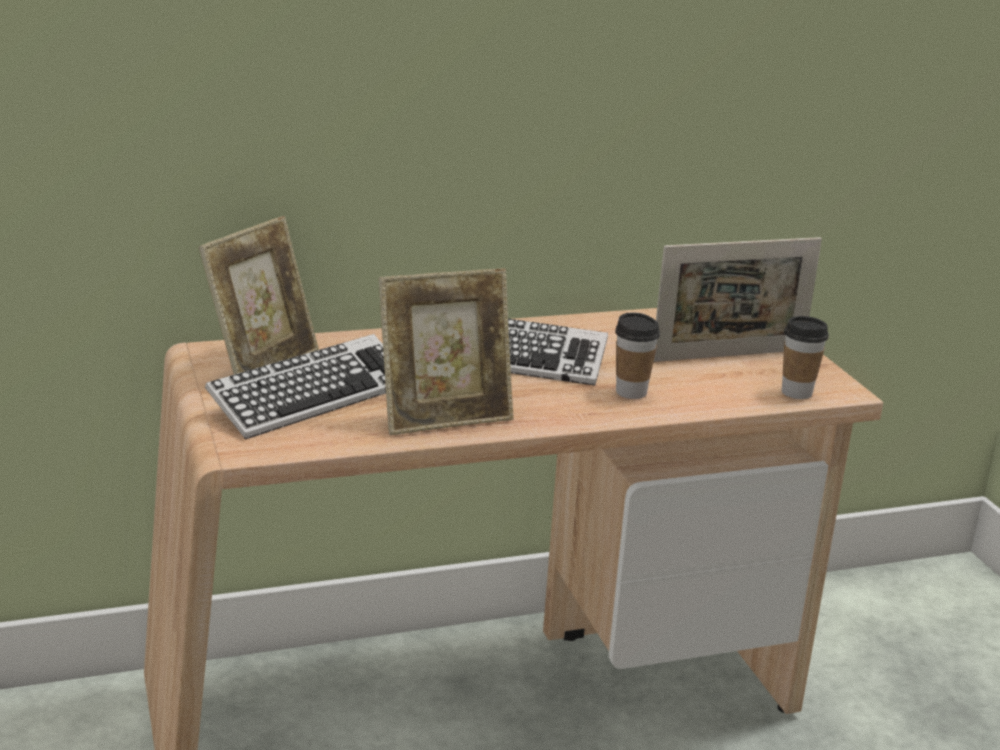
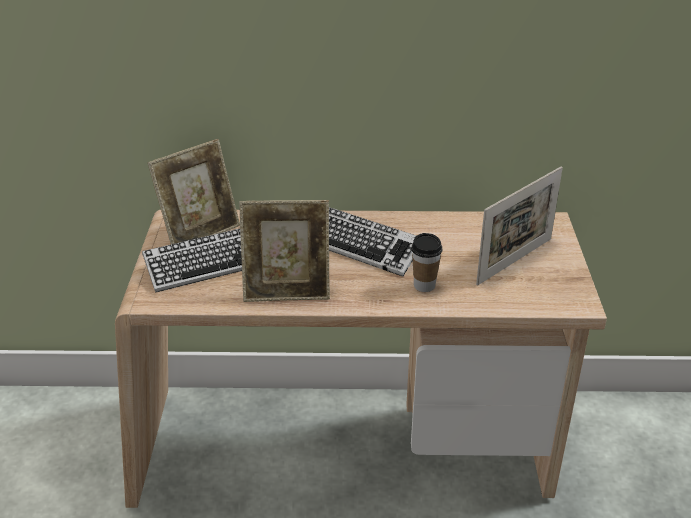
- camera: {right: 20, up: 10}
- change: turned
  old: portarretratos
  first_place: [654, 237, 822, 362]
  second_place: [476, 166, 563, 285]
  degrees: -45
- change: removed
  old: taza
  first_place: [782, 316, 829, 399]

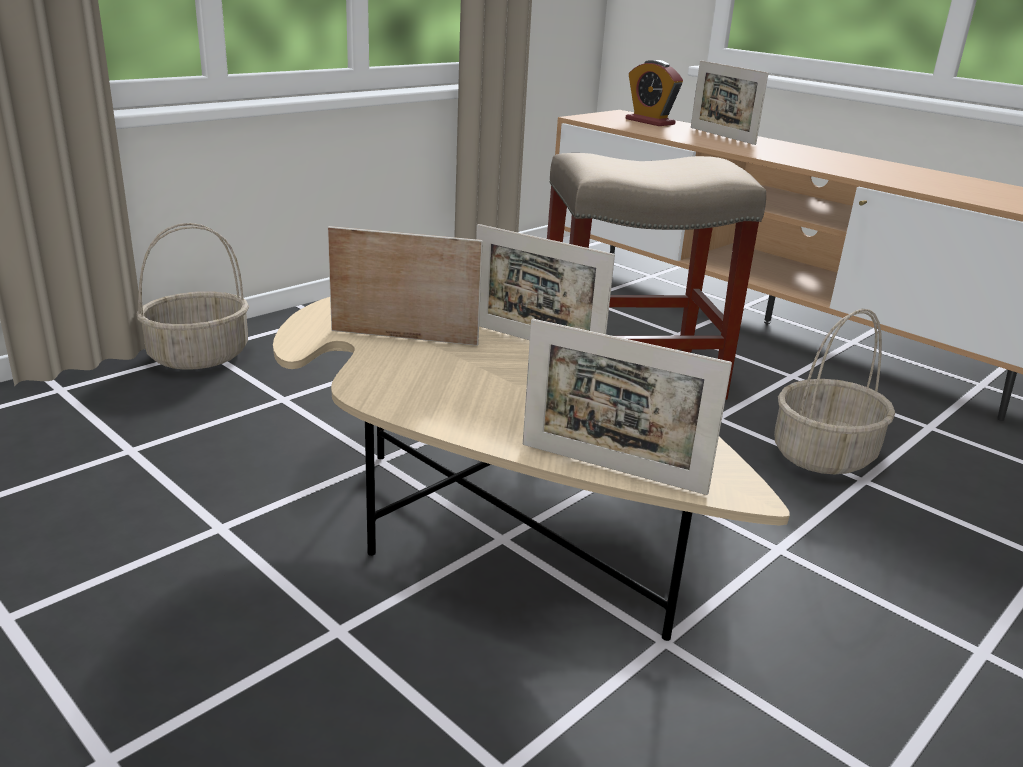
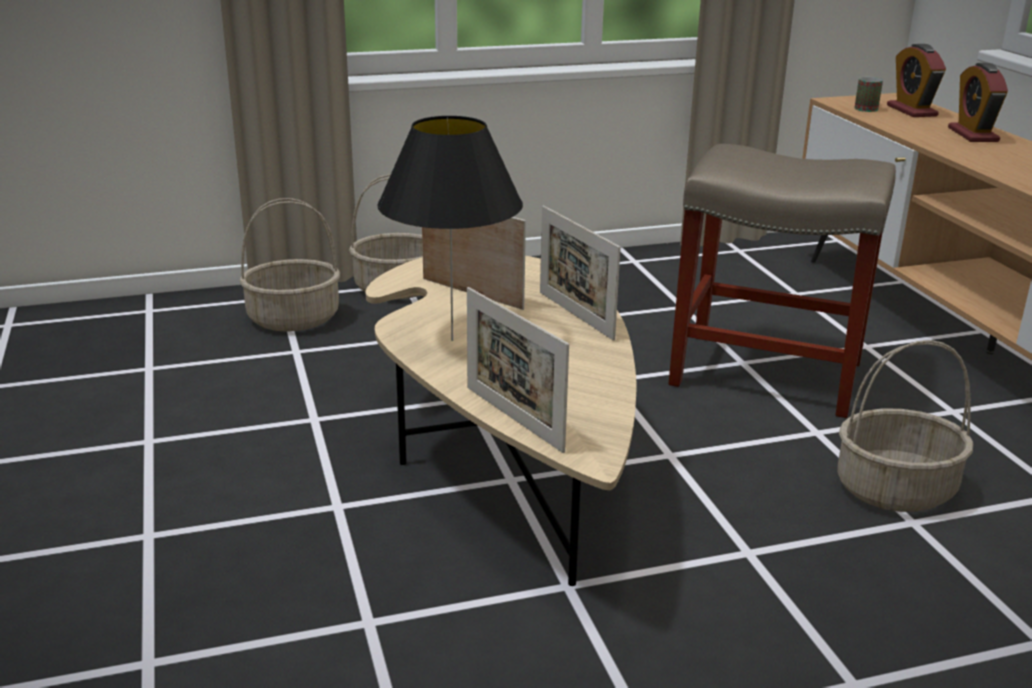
- camera: {right: 30, up: 0}
- change: replaced
  old: portarretratos
  new: despertador
  first_place: [691, 60, 768, 145]
  second_place: [948, 63, 1008, 142]
- change: added
  new: cesta
  second_place: [239, 198, 340, 332]
- change: added
  new: lámpara de mesa (negro)
  second_place: [377, 116, 523, 341]
- change: added
  new: taza grande
  second_place: [854, 77, 883, 112]

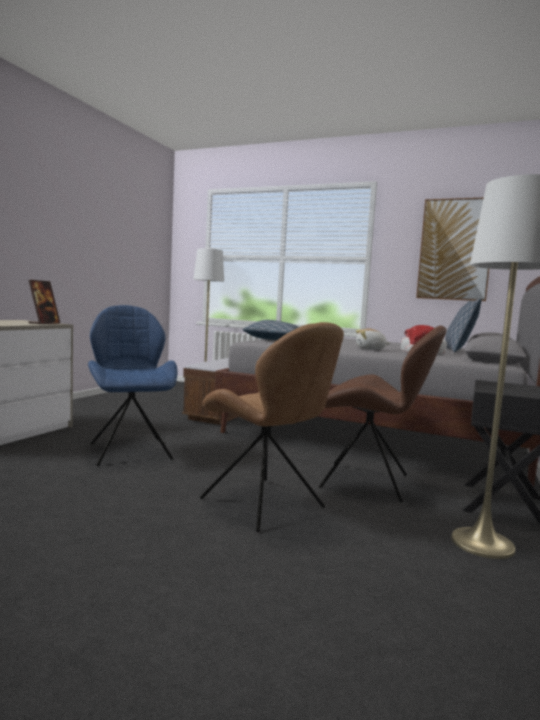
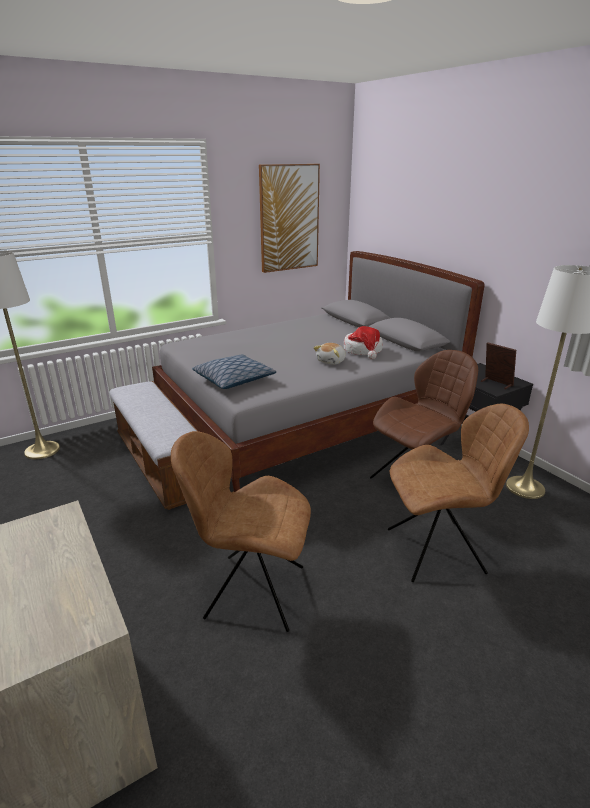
- camera: {right: -55, up: 20}
- change: moved
  old: portarretratos
  first_place: [28, 280, 60, 324]
  second_place: [481, 343, 516, 390]
- change: recoloured
  old: silla (azul)
  new: silla (marrón)
  first_place: [88, 305, 178, 466]
  second_place: [171, 431, 311, 632]
- change: removed
  old: cojín
  first_place: [445, 299, 482, 352]

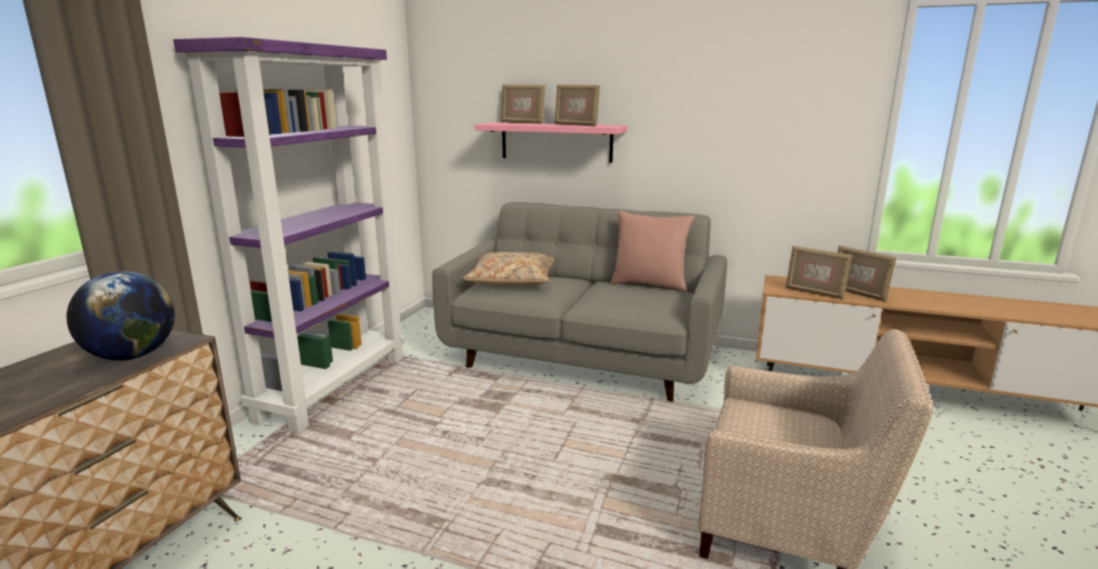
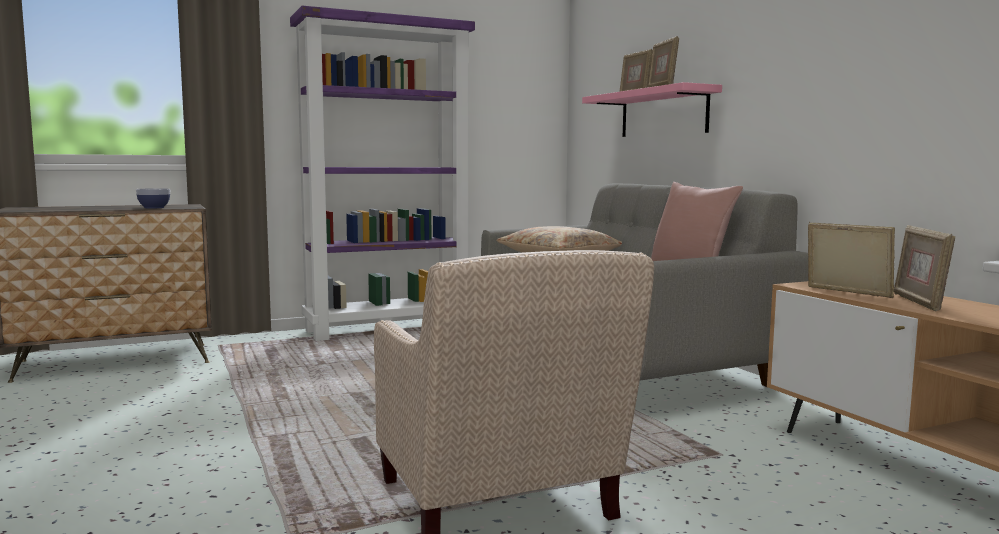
- camera: {right: 45, up: -10}
- change: replaced
  old: globo terráqueo
  new: cuenco
  first_place: [67, 271, 175, 361]
  second_place: [136, 188, 170, 208]
- change: turned
  old: portarretratos
  first_place: [786, 246, 852, 299]
  second_place: [808, 222, 895, 299]
  degrees: 150

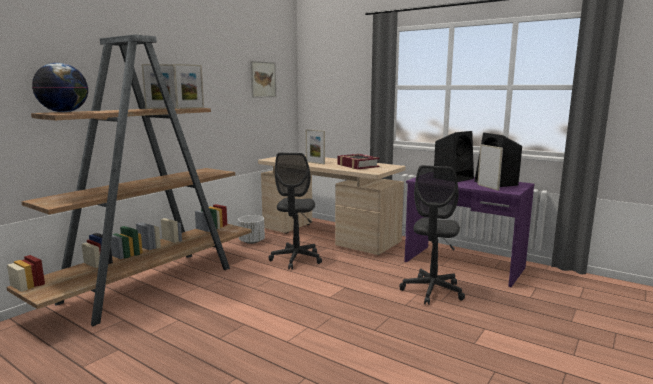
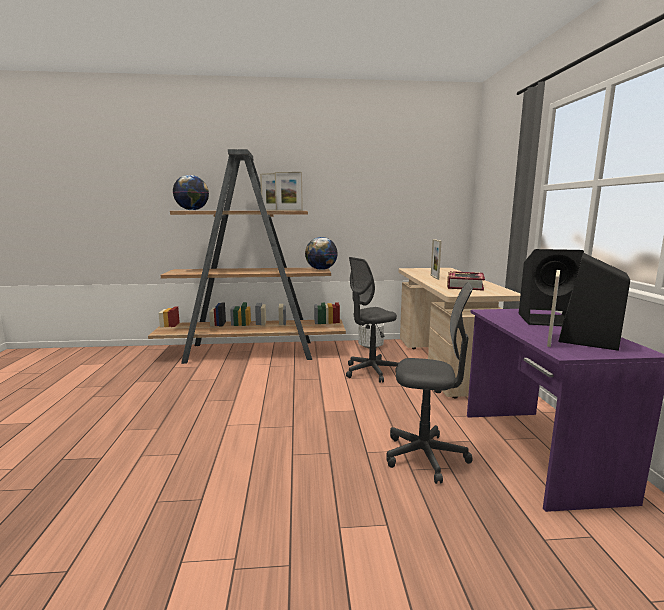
- camera: {right: 50, up: 0}
- change: removed
  old: cuadro
  first_place: [250, 61, 276, 98]
- change: turned
  old: silla de oficina (gris)
  first_place: [399, 165, 465, 305]
  second_place: [387, 282, 473, 484]
  degrees: -150
- change: added
  new: globo terráqueo
  second_place: [305, 237, 338, 270]

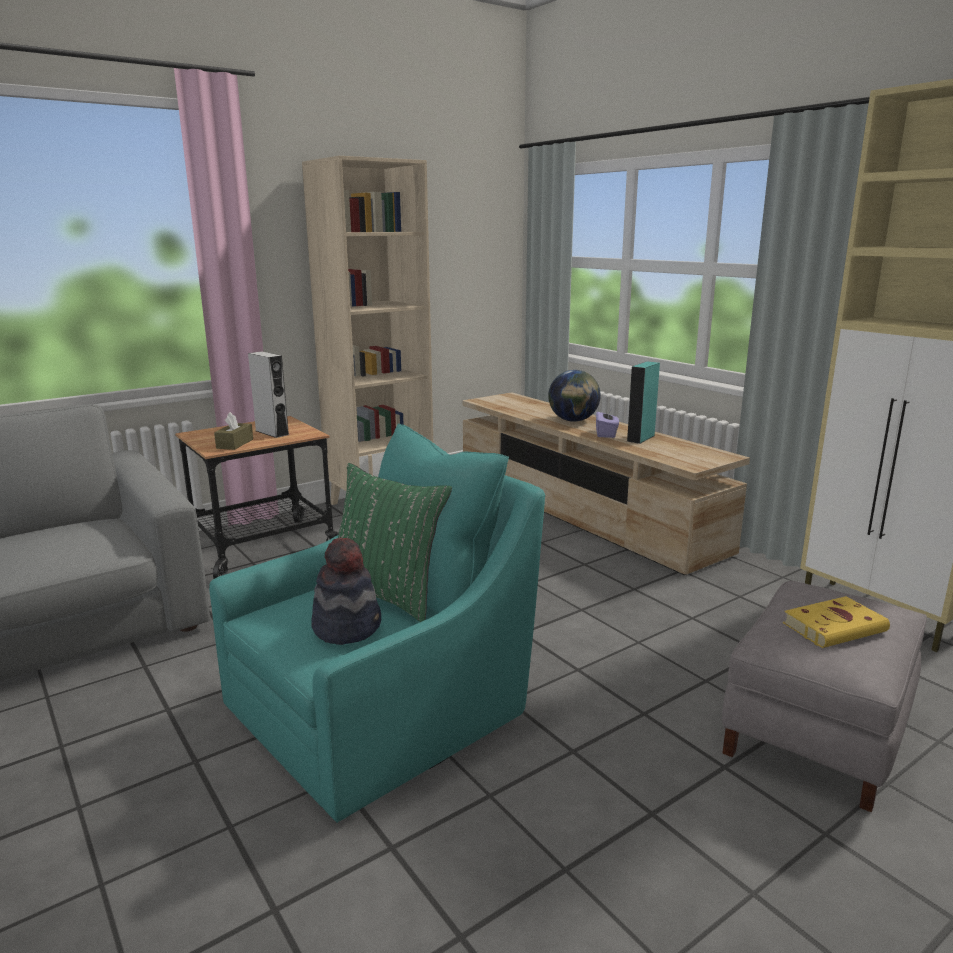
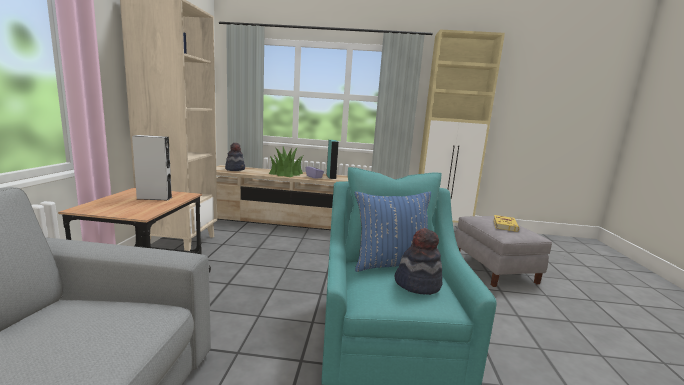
- camera: {right: -50, up: -5}
- change: removed
  old: caja de pañuelos (marrón)
  first_place: [214, 412, 253, 450]
- change: recoloured
  old: cojín (verde)
  new: cojín (azul)
  first_place: [338, 463, 452, 622]
  second_place: [355, 191, 431, 272]
- change: replaced
  old: globo terráqueo
  new: planta en maceta
  first_place: [548, 370, 601, 422]
  second_place: [269, 147, 303, 177]
- change: added
  new: sombrero
  second_place: [225, 143, 245, 171]

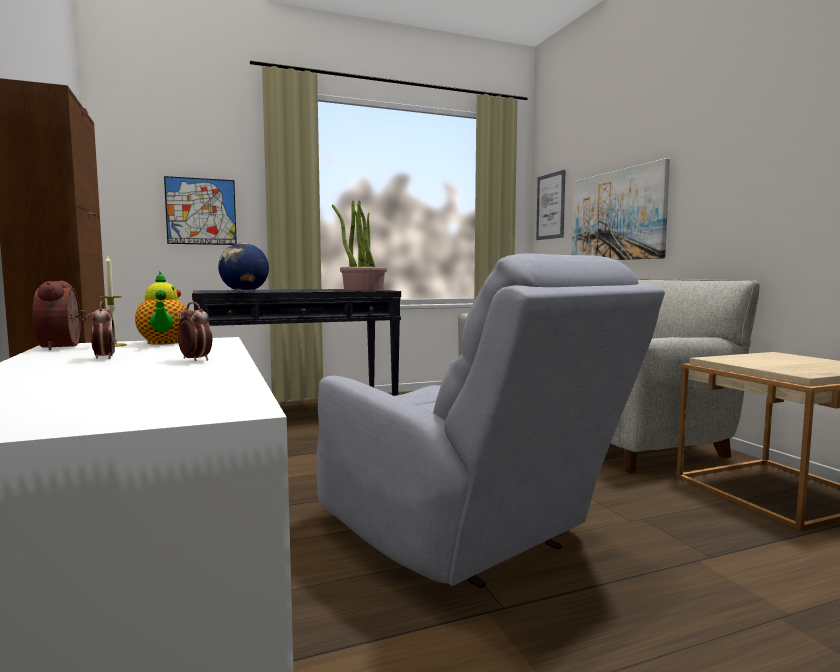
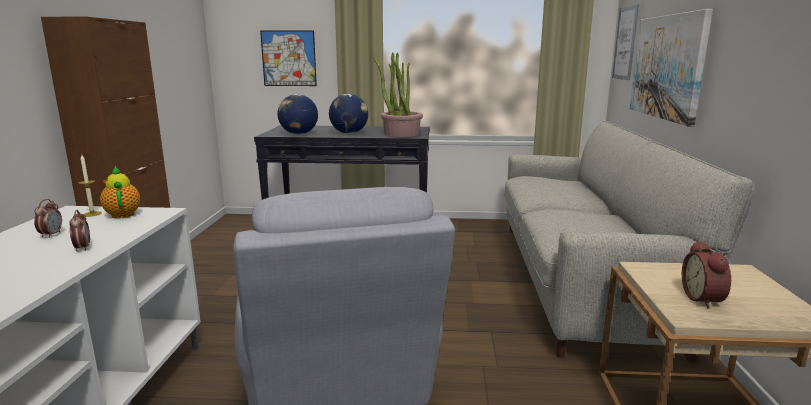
- camera: {right: 25, up: 10}
- change: moved
  old: despertador
  first_place: [33, 281, 87, 350]
  second_place: [682, 240, 731, 308]
- change: turned
  old: tetera
  first_place: [135, 272, 187, 345]
  second_place: [100, 166, 140, 218]
  degrees: 150
- change: added
  new: globo terráqueo
  second_place: [329, 94, 368, 134]

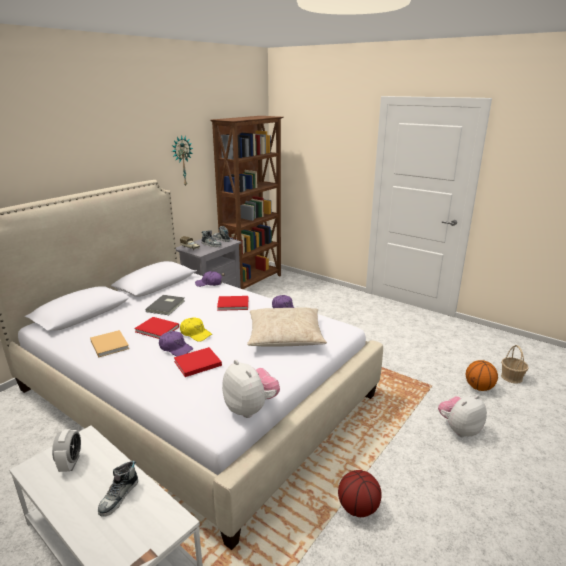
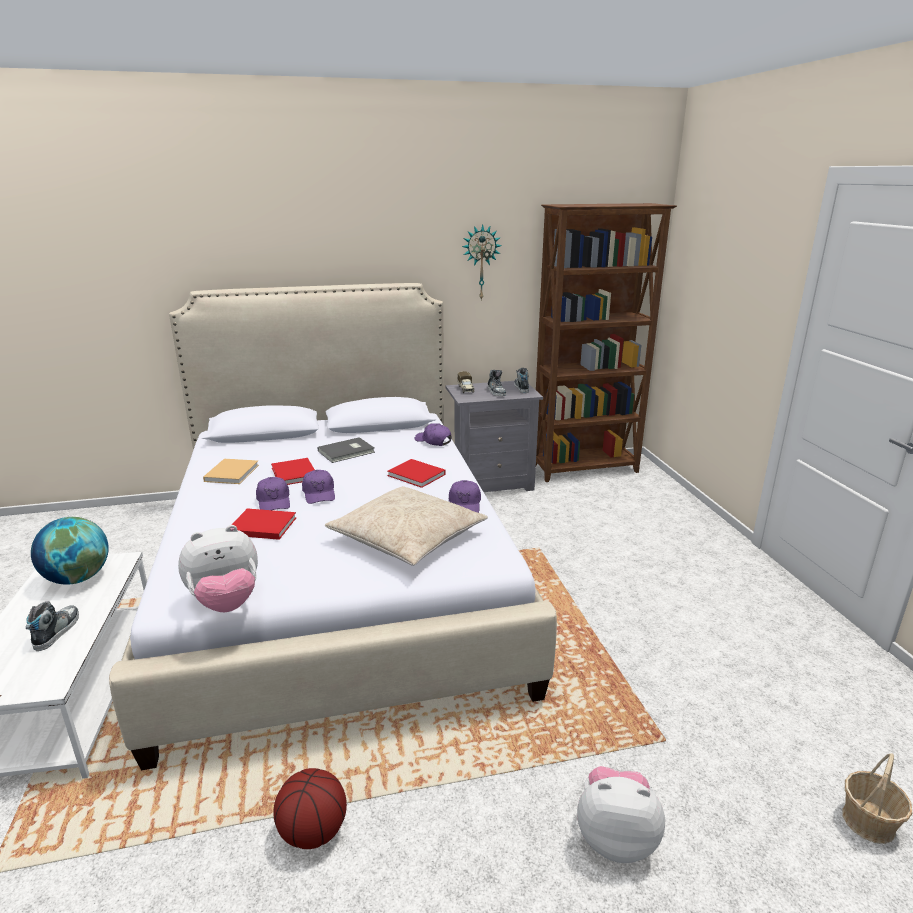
- camera: {right: 40, up: 0}
- change: replaced
  old: despertador
  new: globo terráqueo
  first_place: [52, 429, 81, 472]
  second_place: [31, 517, 109, 585]
- change: turned
  old: zapato
  first_place: [98, 461, 138, 517]
  second_place: [26, 601, 79, 651]
  degrees: 120
- change: recoloured
  old: gorra (amarillo)
  new: gorra (morado)
  first_place: [180, 317, 212, 342]
  second_place: [302, 470, 335, 504]
- change: turned
  old: peluche
  first_place: [222, 360, 280, 418]
  second_place: [178, 525, 258, 612]
  degrees: 60
- change: removed
  old: balón de baloncesto
  first_place: [466, 360, 498, 391]

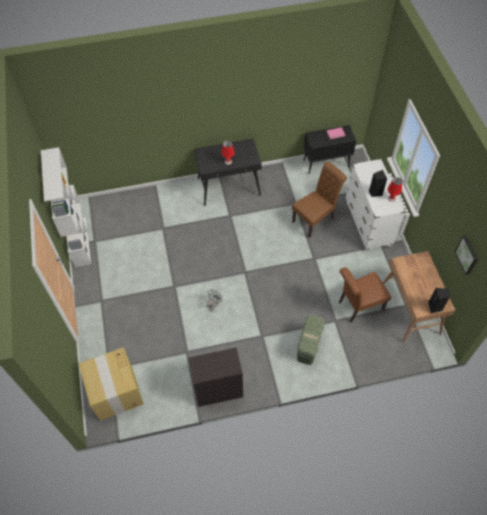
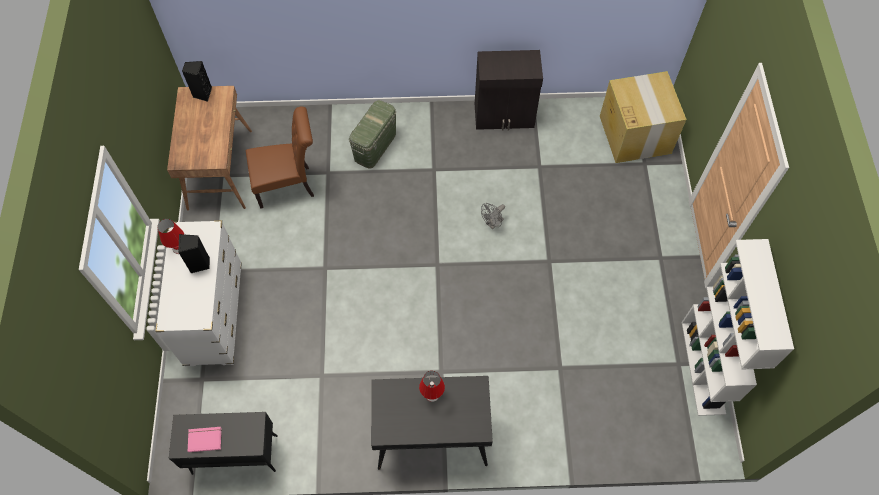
- camera: {right: -170, up: 5}
- change: removed
  old: silla (marrón)
  first_place: [292, 162, 347, 238]
- change: removed
  old: cuadro
  first_place: [455, 235, 478, 275]

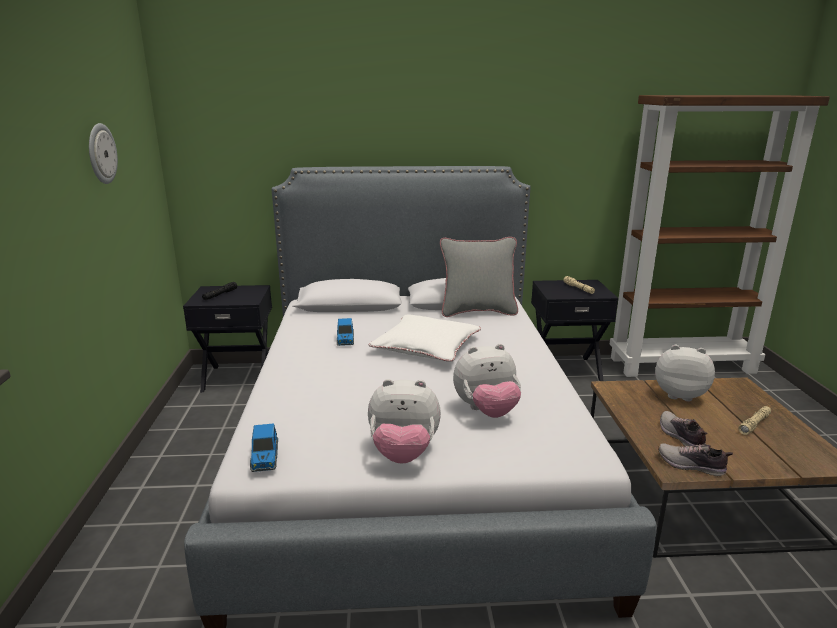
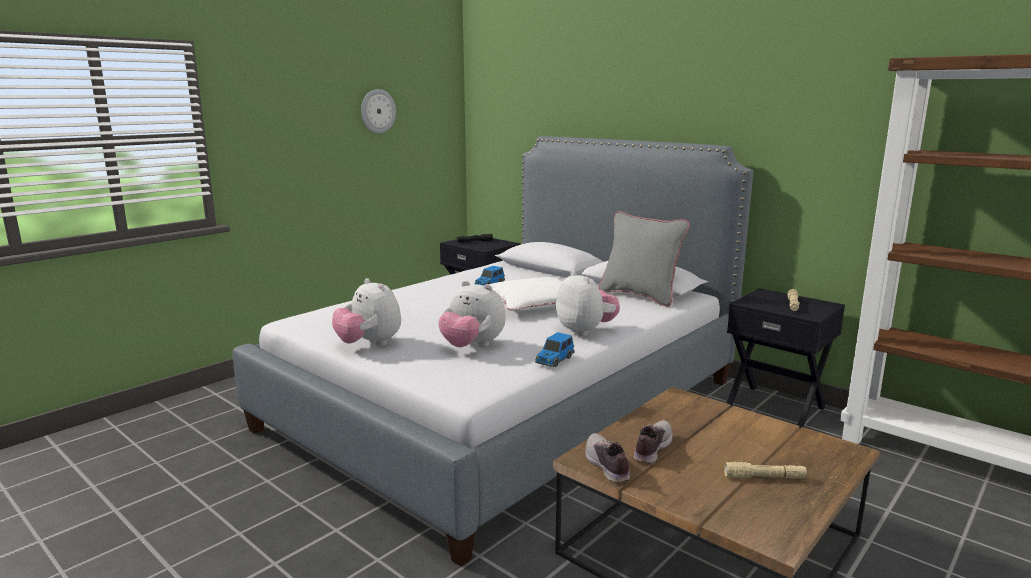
- camera: {right: 45, up: -5}
- change: moved
  old: coche de juguete
  first_place: [250, 423, 278, 472]
  second_place: [535, 332, 575, 367]
- change: moved
  old: peluche
  first_place: [655, 345, 715, 401]
  second_place: [556, 271, 620, 336]

